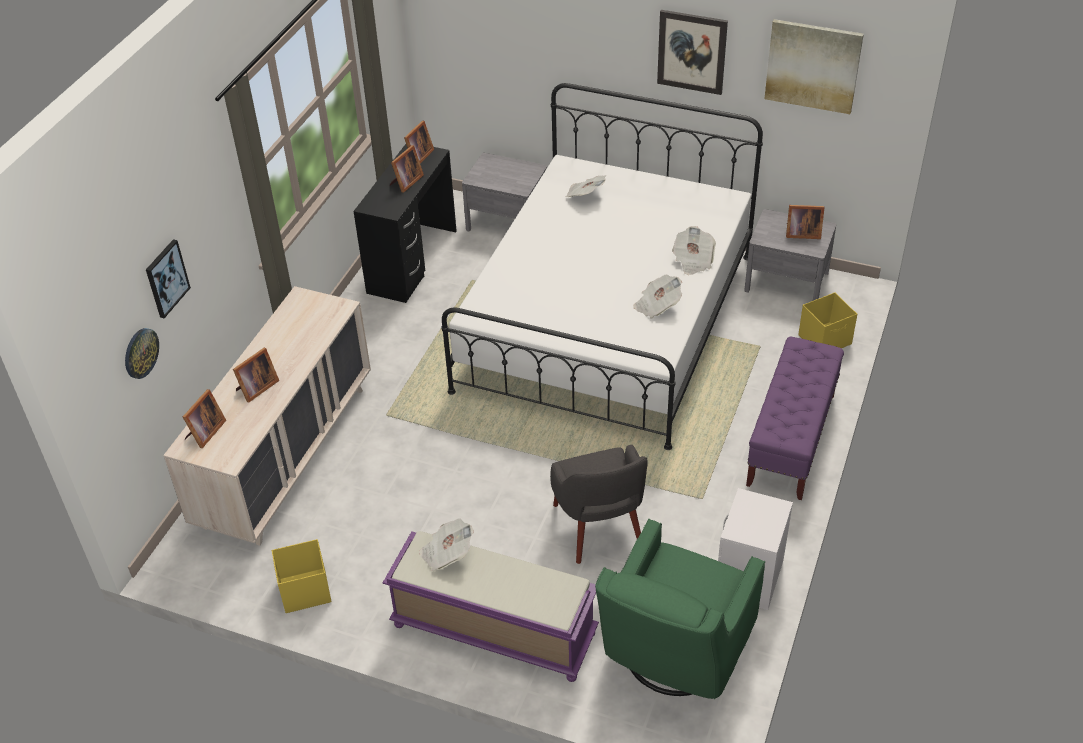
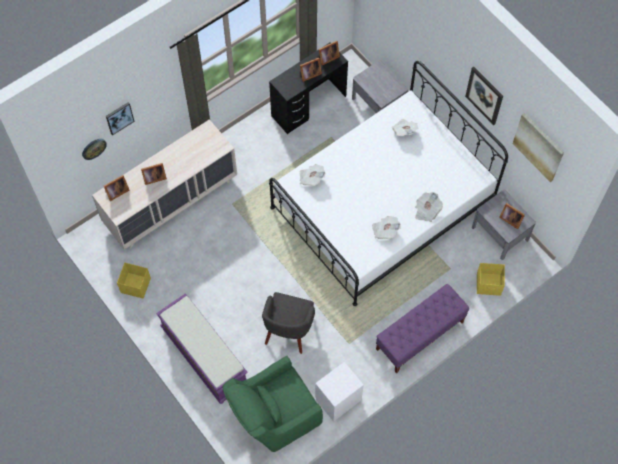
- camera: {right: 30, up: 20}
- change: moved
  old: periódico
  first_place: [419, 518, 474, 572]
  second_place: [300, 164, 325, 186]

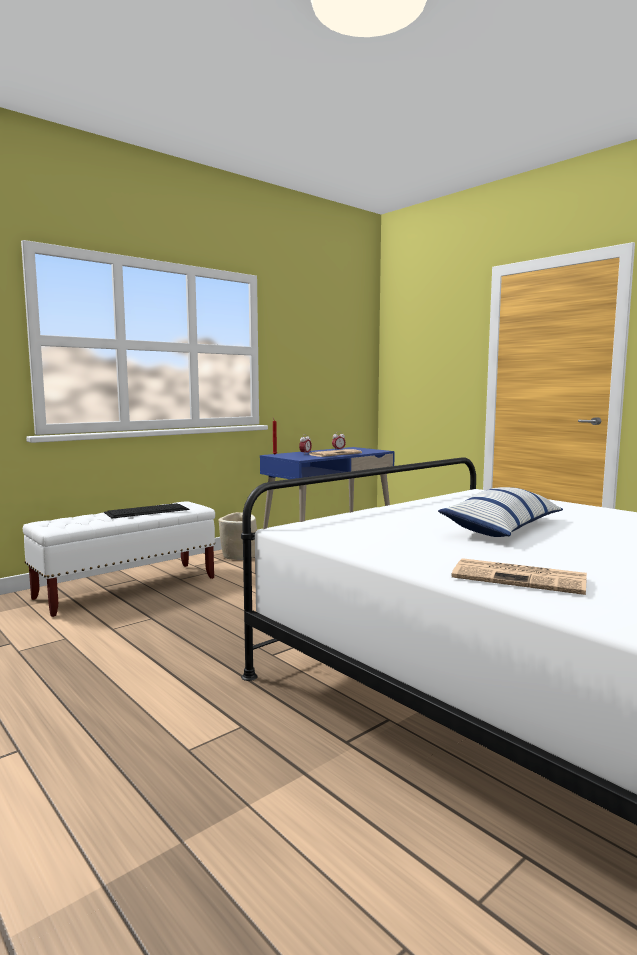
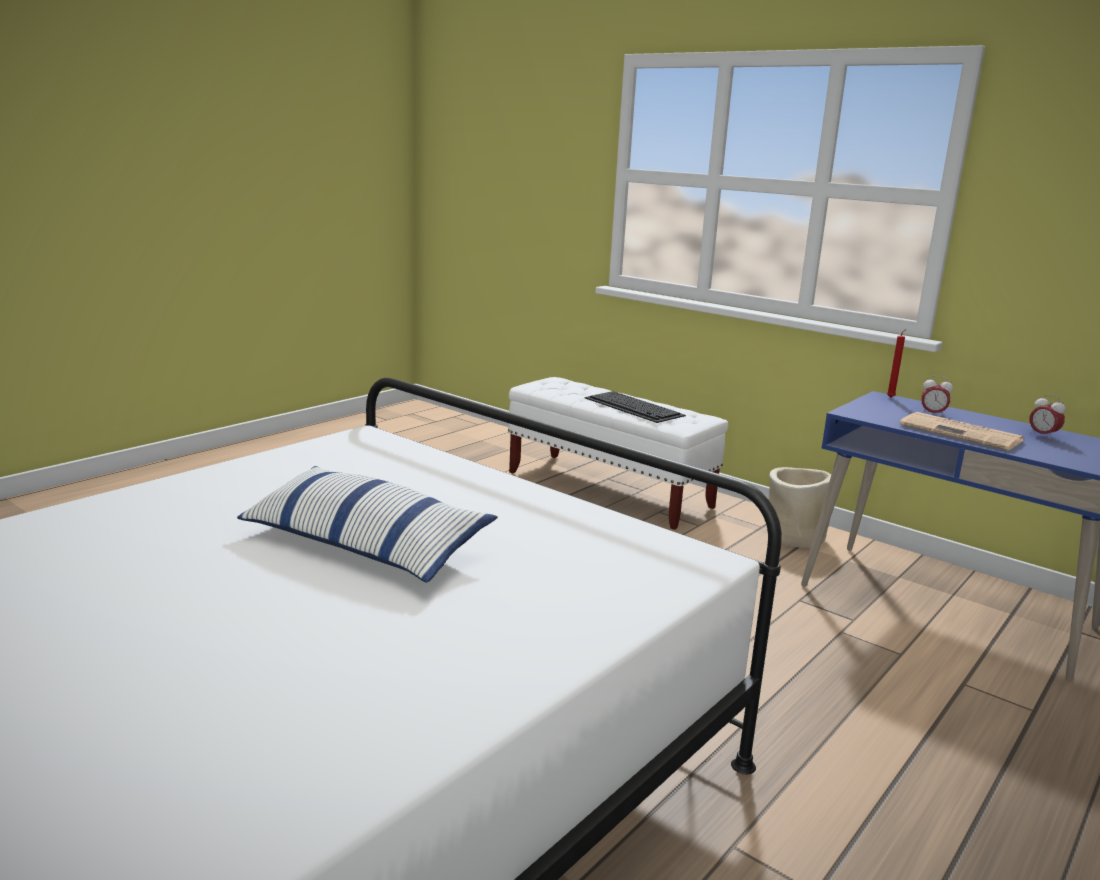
- camera: {right: 80, up: 10}
- change: removed
  old: periódico
  first_place: [451, 558, 587, 595]

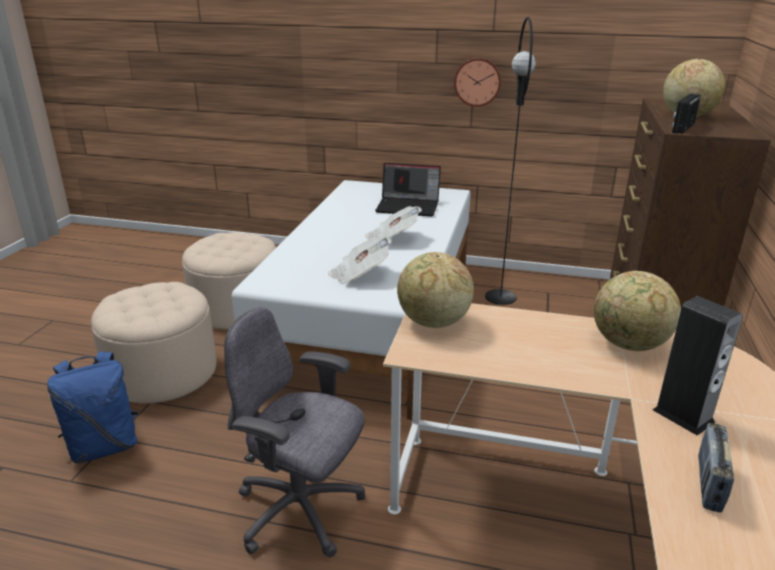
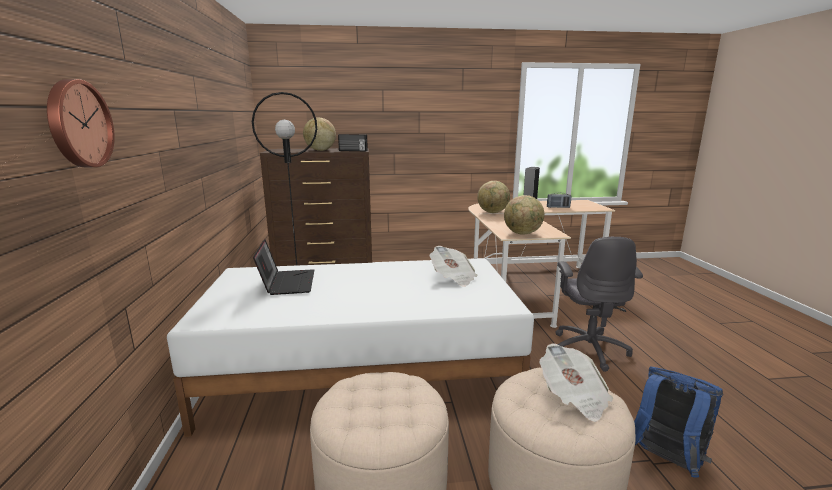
- camera: {right: -110, up: -10}
- change: moved
  old: periódico
  first_place: [365, 206, 422, 240]
  second_place: [539, 343, 613, 422]
- change: moved
  old: reloj de pared
  first_place: [454, 57, 501, 107]
  second_place: [47, 79, 115, 167]

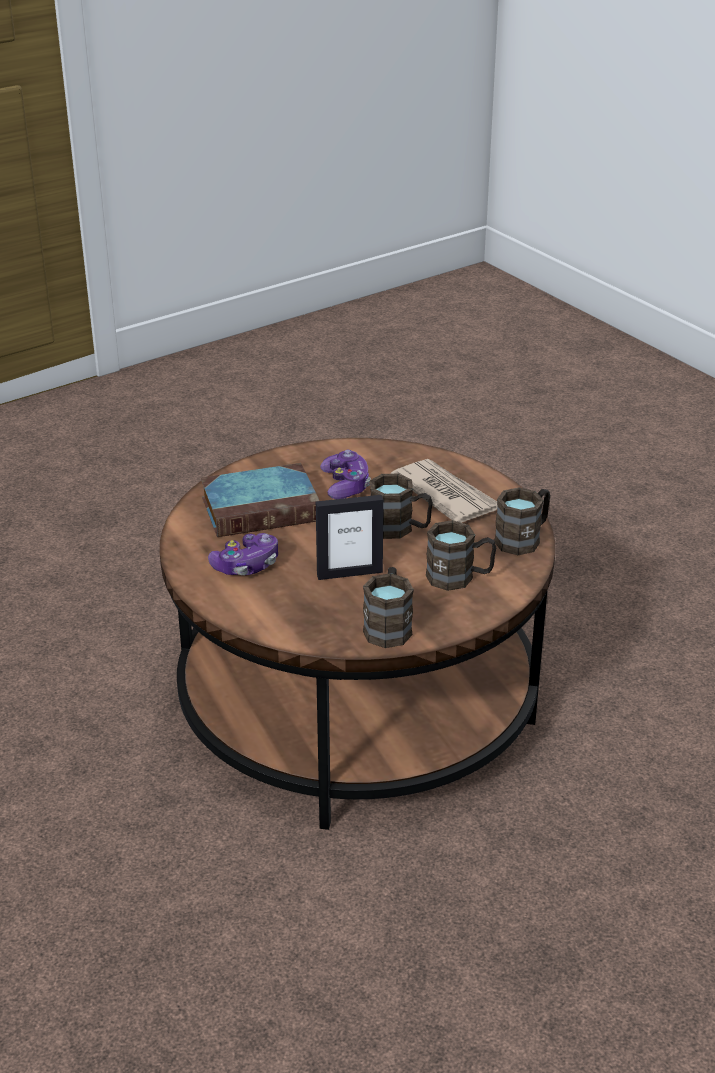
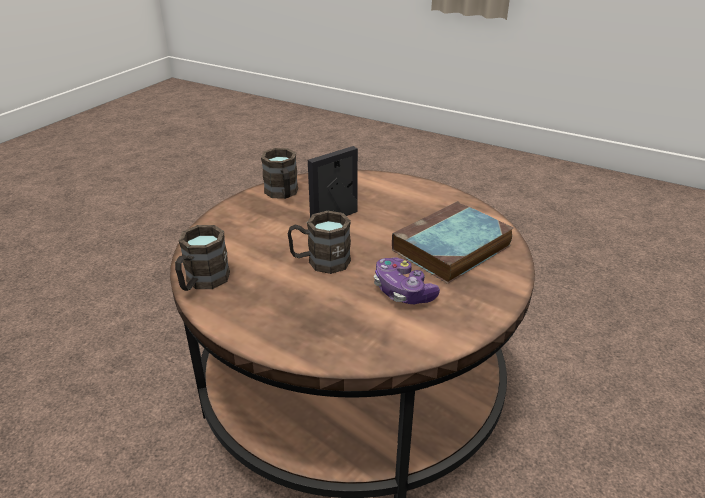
- camera: {right: 155, up: 0}
- change: removed
  old: mando de consola
  first_place: [208, 533, 278, 575]
- change: removed
  old: periódico
  first_place: [391, 459, 497, 523]
- change: removed
  old: taza grande (marrón)
  first_place: [426, 520, 496, 591]

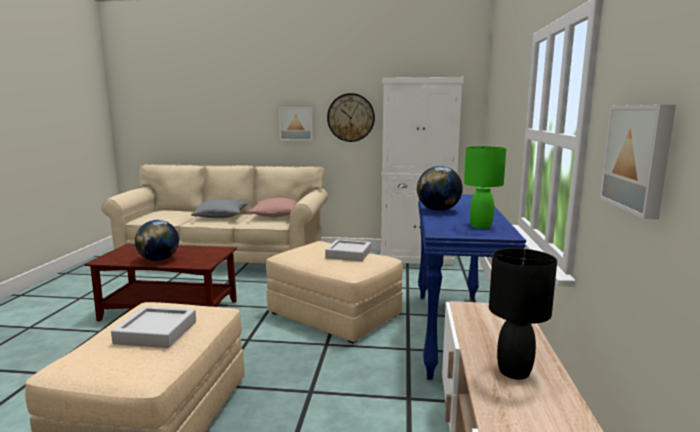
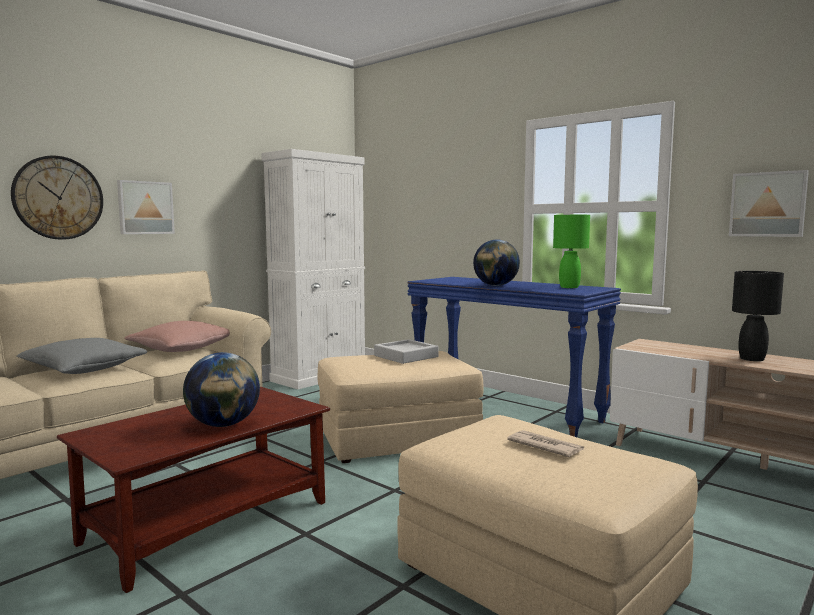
- camera: {right: -55, up: -5}
- change: replaced
  old: bandeja (gris)
  new: periódico
  first_place: [111, 306, 196, 348]
  second_place: [507, 430, 584, 457]
- change: moved
  old: reloj de pared
  first_place: [327, 93, 375, 142]
  second_place: [11, 156, 103, 240]

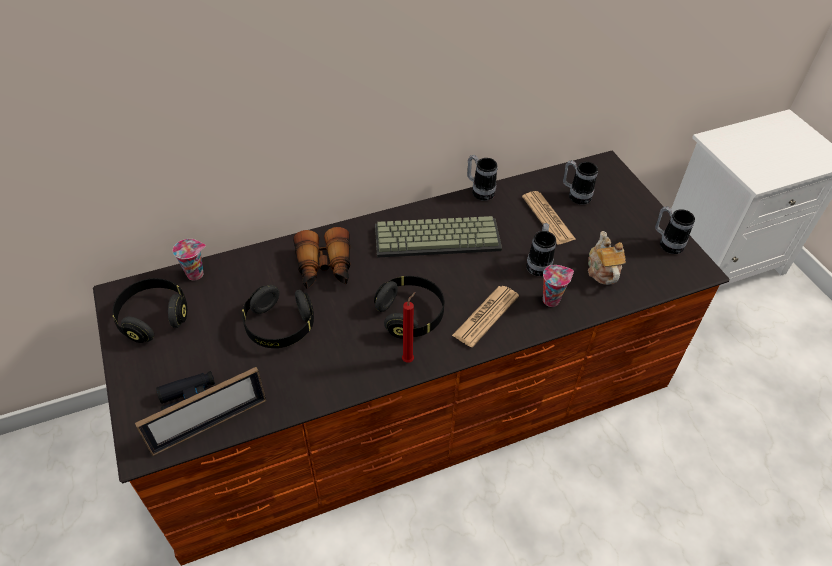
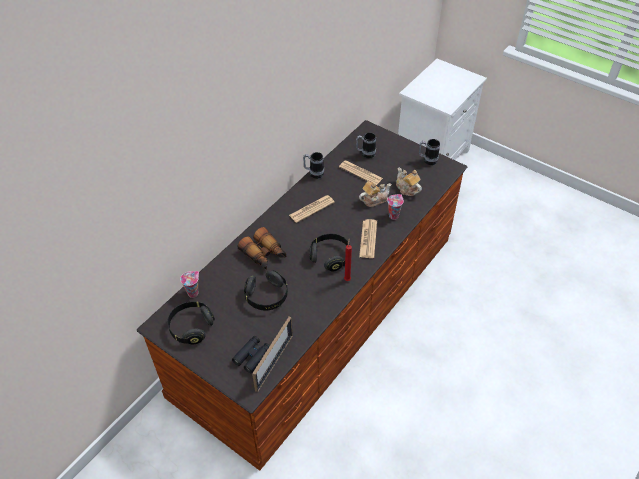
- camera: {right: -30, up: 0}
- change: replaced
  old: teclado
  new: periódico
  first_place: [375, 216, 502, 258]
  second_place: [289, 195, 335, 223]
- change: replaced
  old: taza grande
  new: tetera
  first_place: [526, 223, 556, 276]
  second_place: [359, 181, 391, 207]

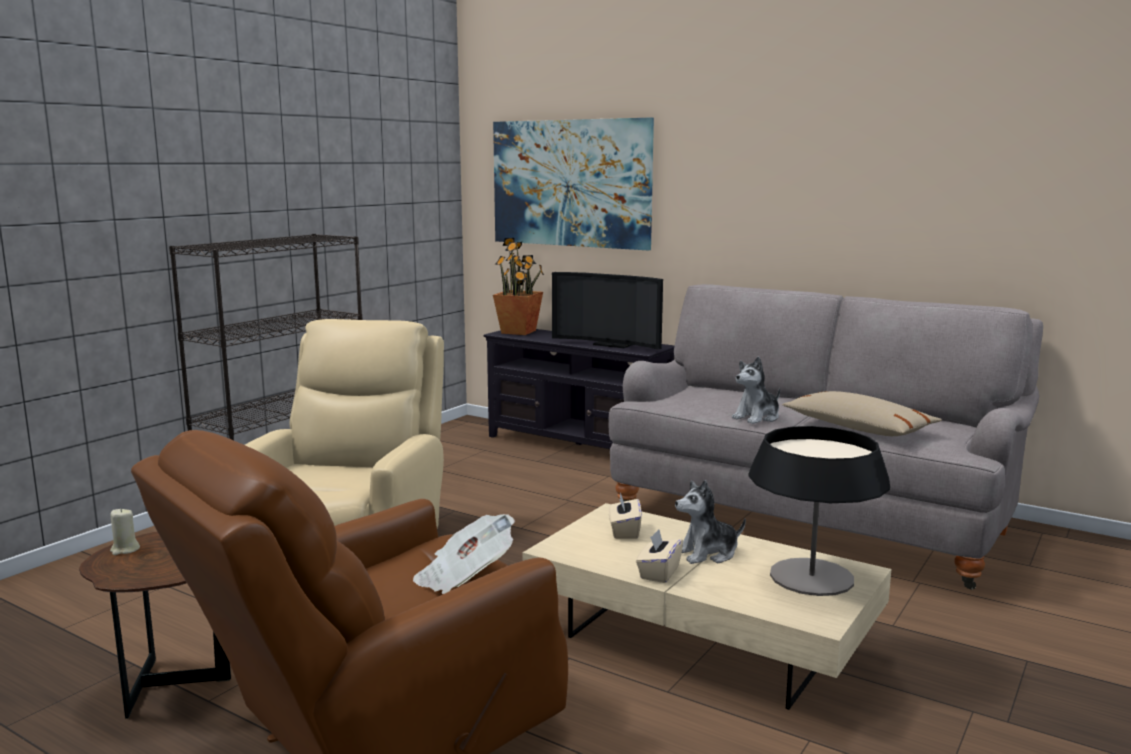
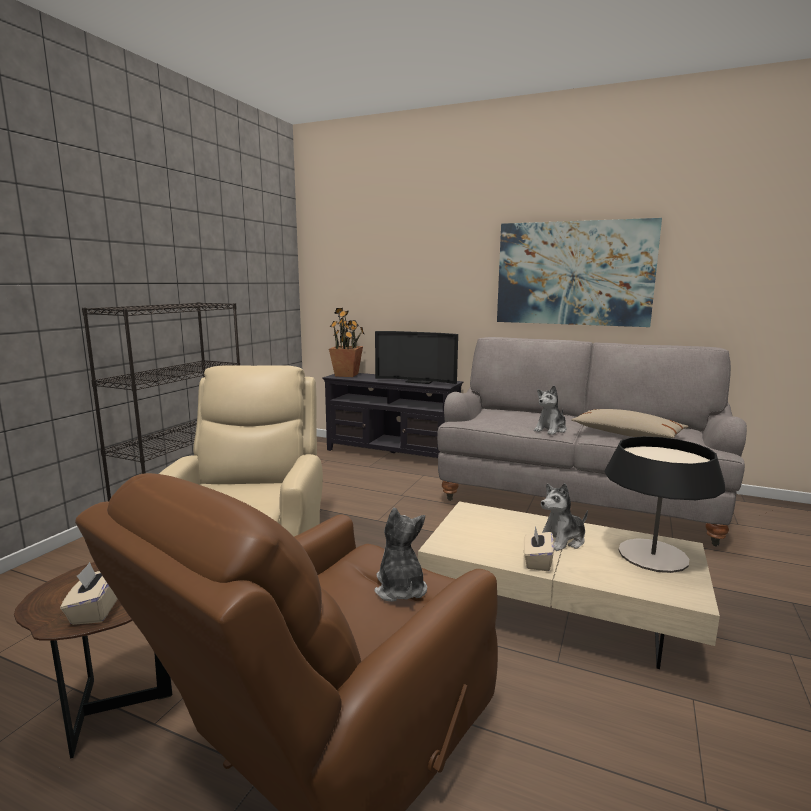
- camera: {right: -10, up: 0}
- change: removed
  old: vela (beis)
  first_place: [110, 508, 140, 555]
- change: replaced
  old: periódico
  new: peluche
  first_place: [413, 514, 515, 594]
  second_place: [374, 508, 427, 602]
- change: moved
  old: cuadro
  first_place: [493, 117, 654, 250]
  second_place: [497, 218, 662, 327]
- change: moved
  old: caja de pañuelos (beis)
  first_place: [609, 492, 642, 539]
  second_place: [60, 562, 118, 625]

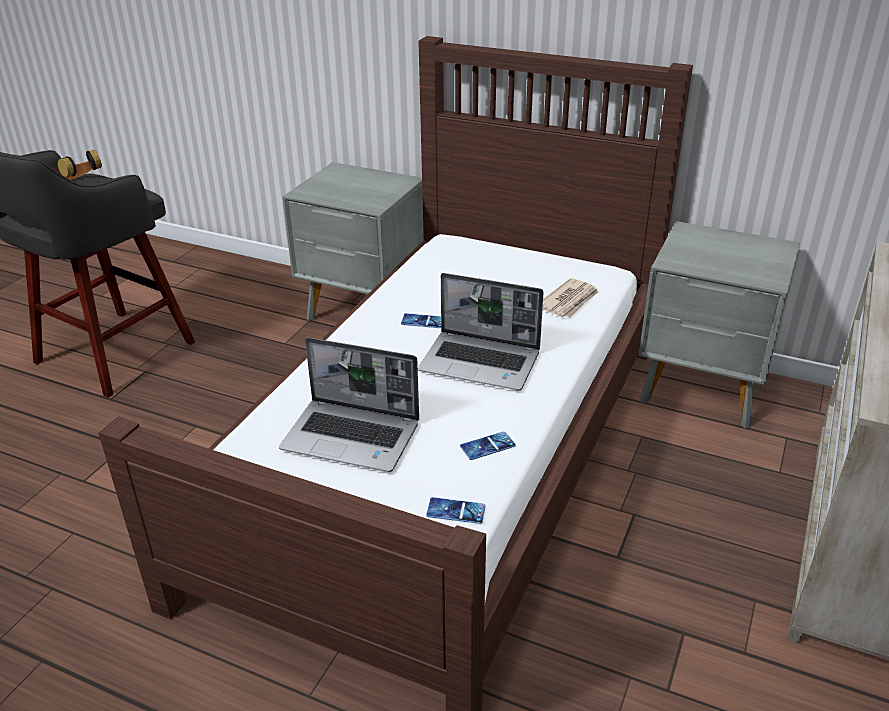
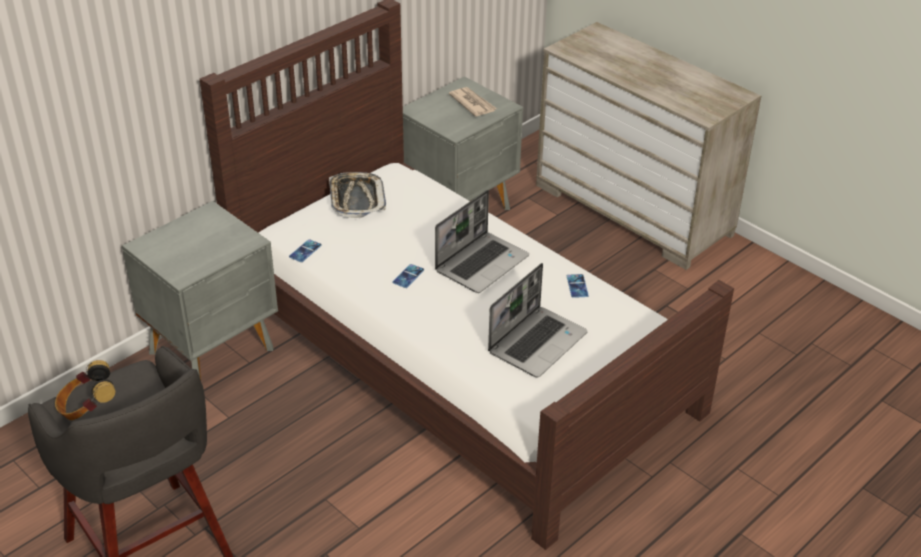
- camera: {right: -70, up: 5}
- change: moved
  old: móvil
  first_place: [426, 497, 485, 524]
  second_place: [289, 239, 322, 262]
- change: moved
  old: periódico
  first_place: [543, 278, 598, 318]
  second_place: [449, 87, 497, 117]
- change: added
  new: bandeja
  second_place: [329, 172, 386, 218]

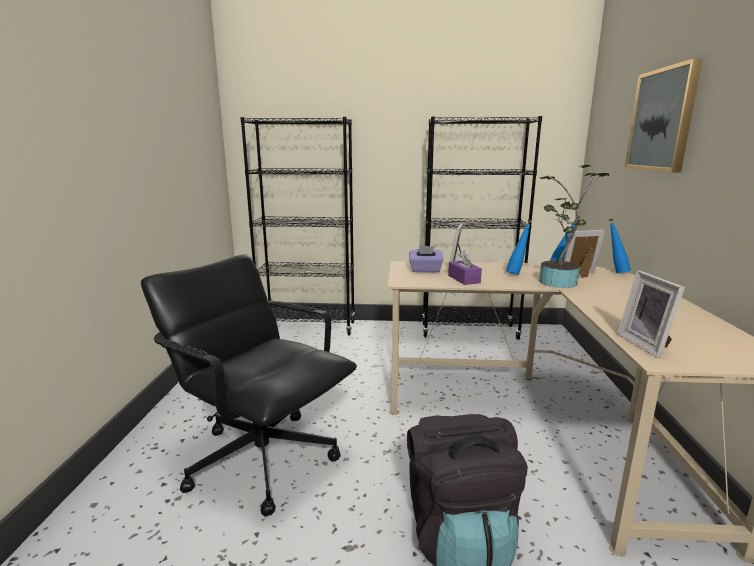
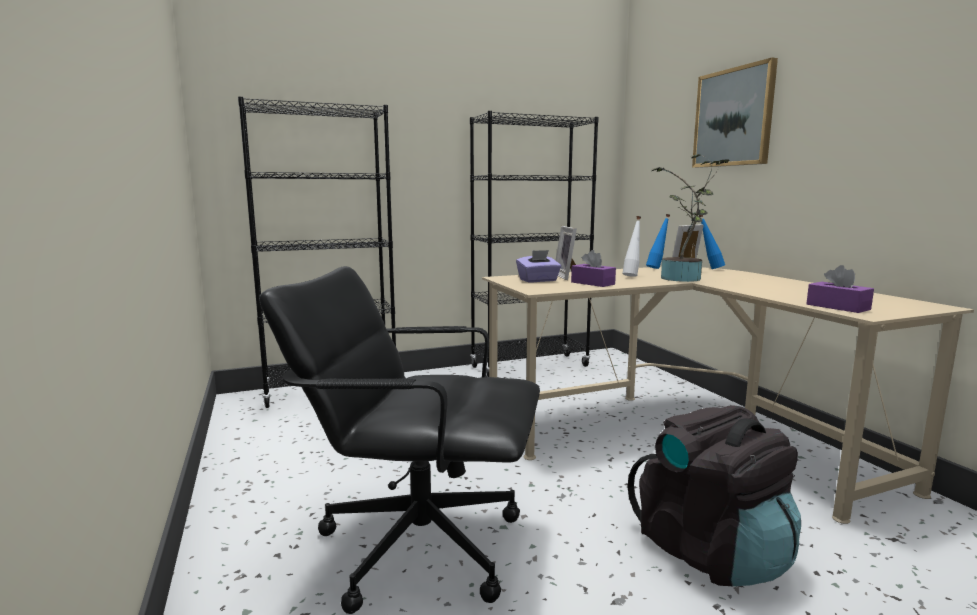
- camera: {right: -25, up: -5}
- change: recoloured
  old: botella (azul)
  new: botella (blanco)
  first_place: [506, 220, 532, 275]
  second_place: [622, 216, 641, 277]
- change: replaced
  old: portarretratos
  new: caja de pañuelos (morado)
  first_place: [617, 271, 685, 358]
  second_place: [806, 265, 874, 313]

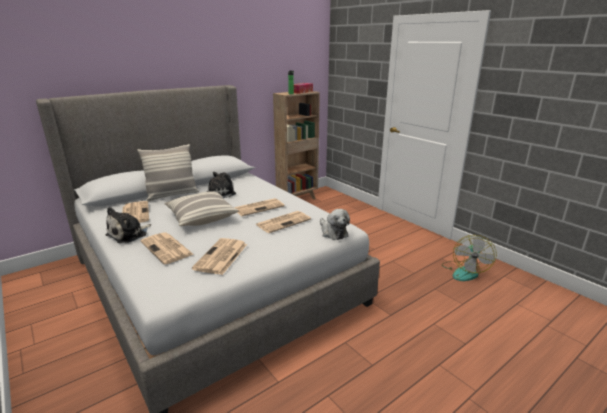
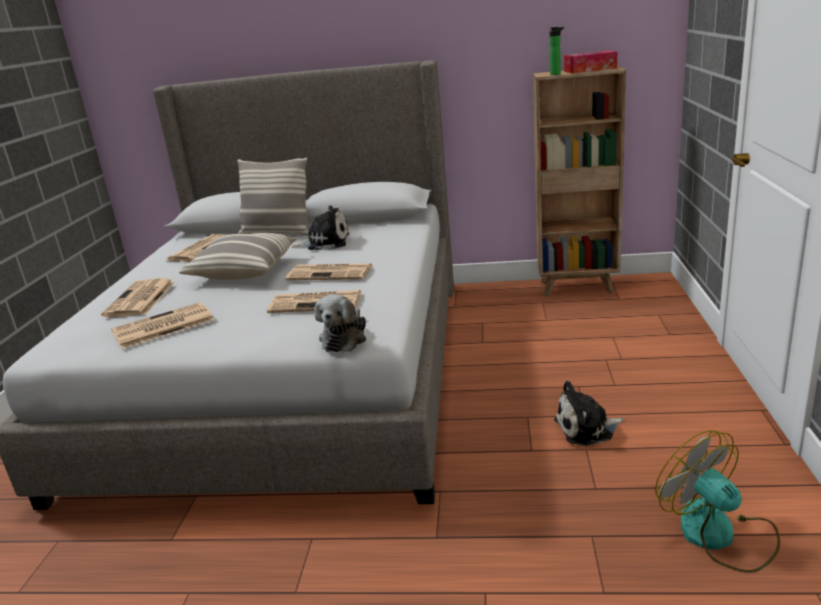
- camera: {right: 45, up: 0}
- change: moved
  old: peluche
  first_place: [105, 207, 151, 243]
  second_place: [554, 381, 624, 446]
- change: turned
  old: ventilador
  first_place: [442, 235, 497, 281]
  second_place: [655, 430, 780, 573]
  degrees: 90

